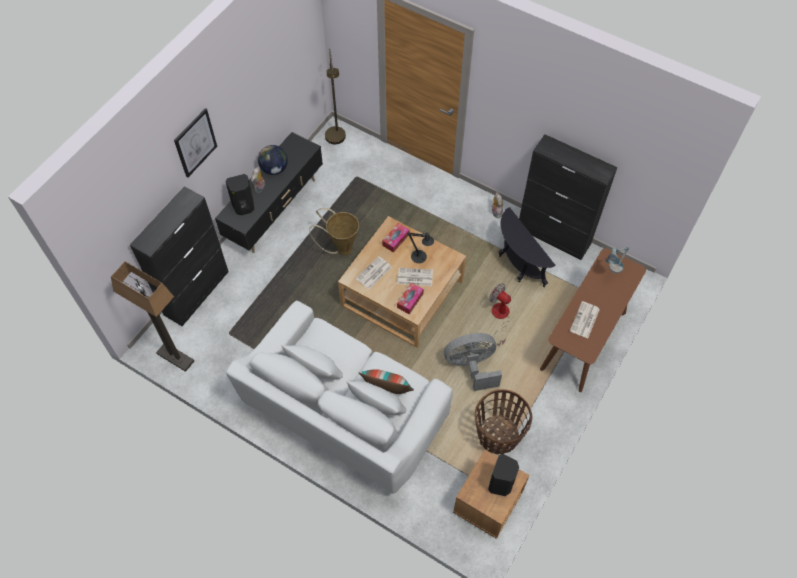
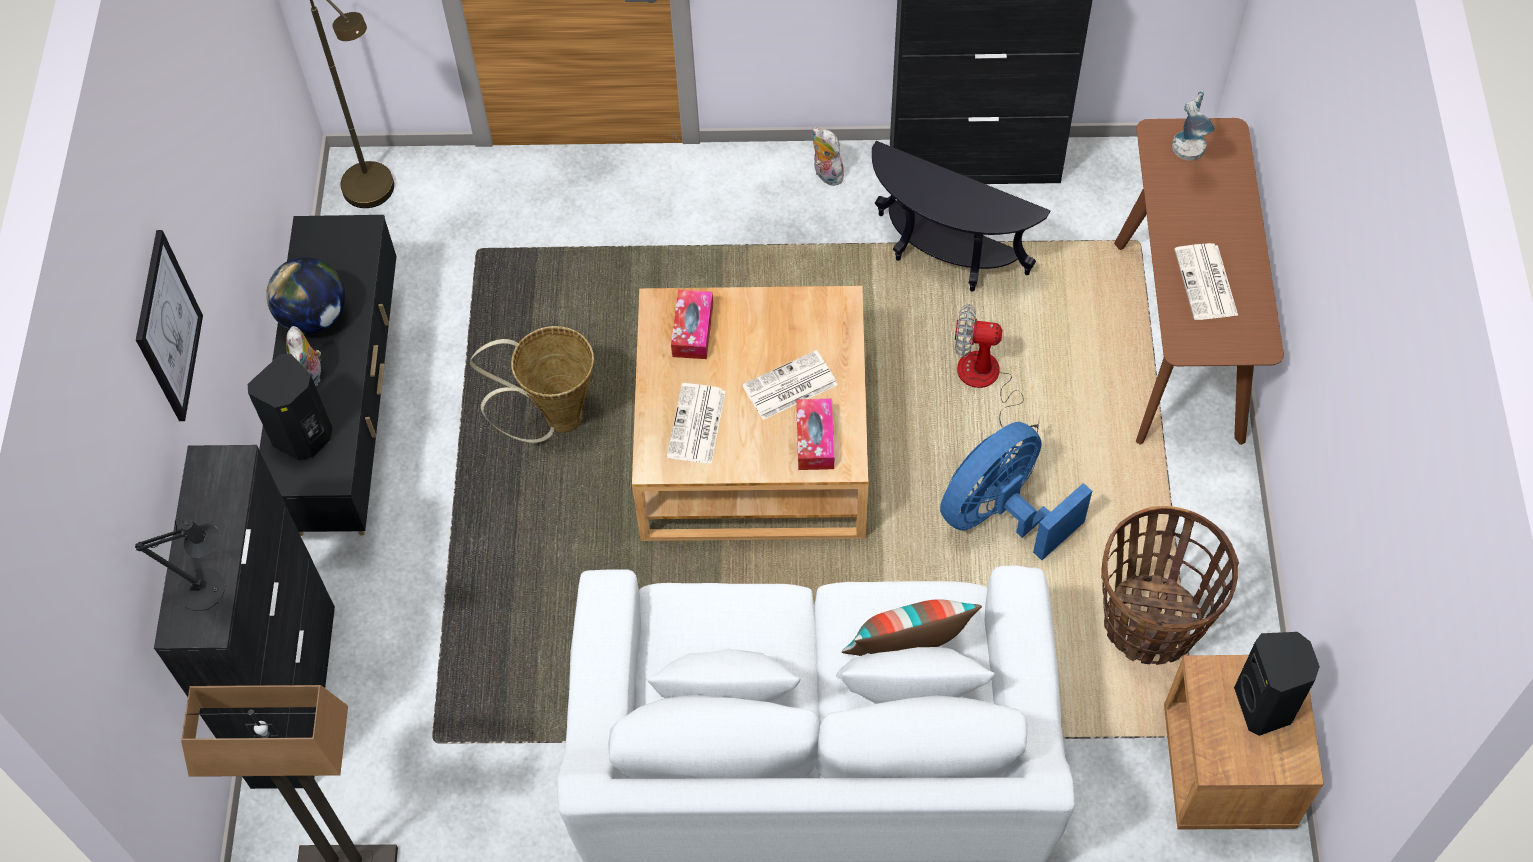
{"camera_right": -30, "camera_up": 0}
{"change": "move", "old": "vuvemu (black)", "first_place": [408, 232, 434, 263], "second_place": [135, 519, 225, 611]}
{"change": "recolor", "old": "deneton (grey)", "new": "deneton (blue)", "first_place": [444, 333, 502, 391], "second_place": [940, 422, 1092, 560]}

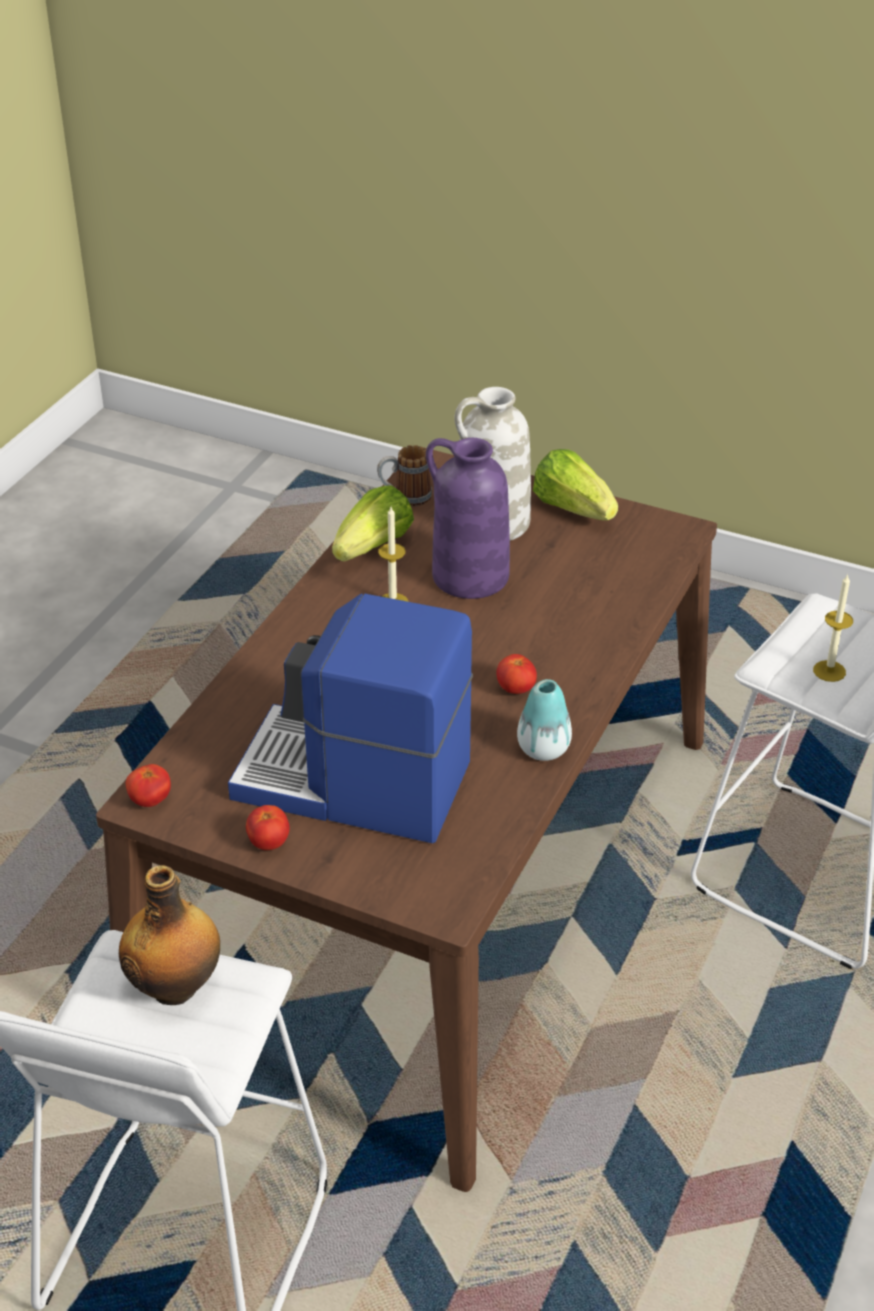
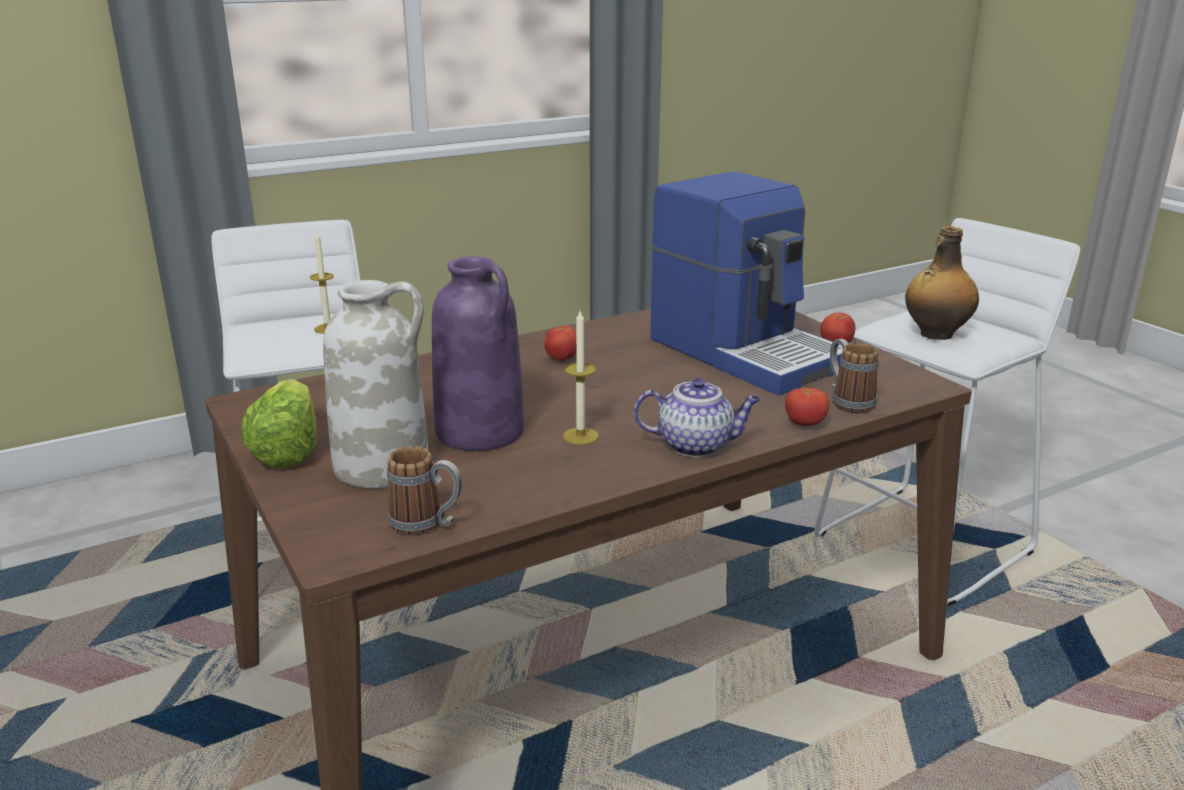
{"camera_right": -145, "camera_up": -15}
{"change": "delete", "old": "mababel", "first_place": [332, 485, 414, 561]}
{"change": "delete", "old": "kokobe", "first_place": [517, 679, 572, 761]}
{"change": "move", "old": "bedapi", "first_place": [126, 764, 171, 807], "second_place": [785, 388, 829, 426]}
{"change": "insert", "new": "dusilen", "second_place": [830, 338, 879, 413]}
{"change": "insert", "new": "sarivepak", "second_place": [634, 378, 761, 457]}

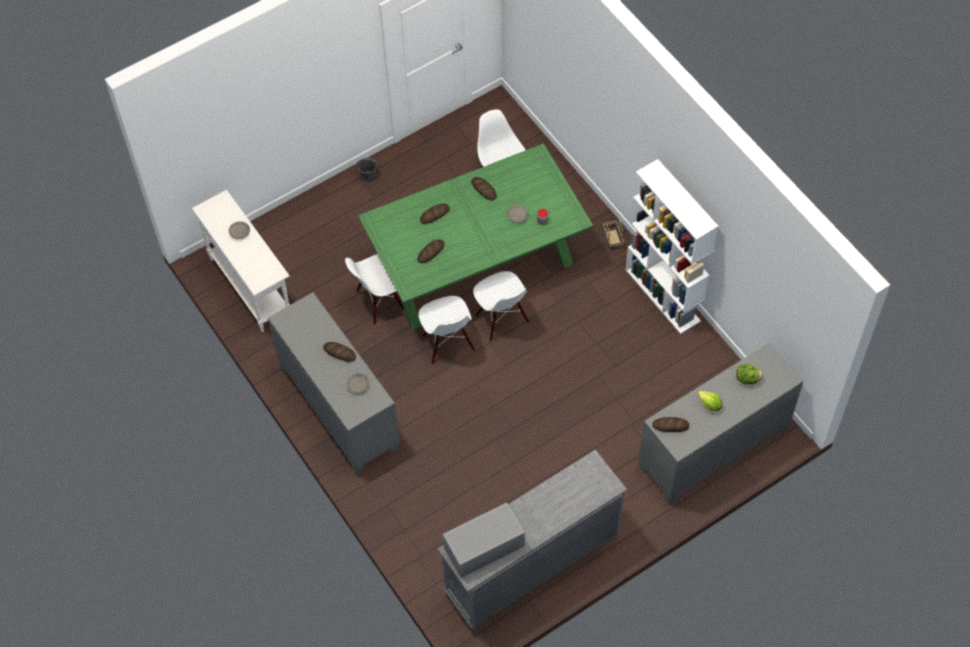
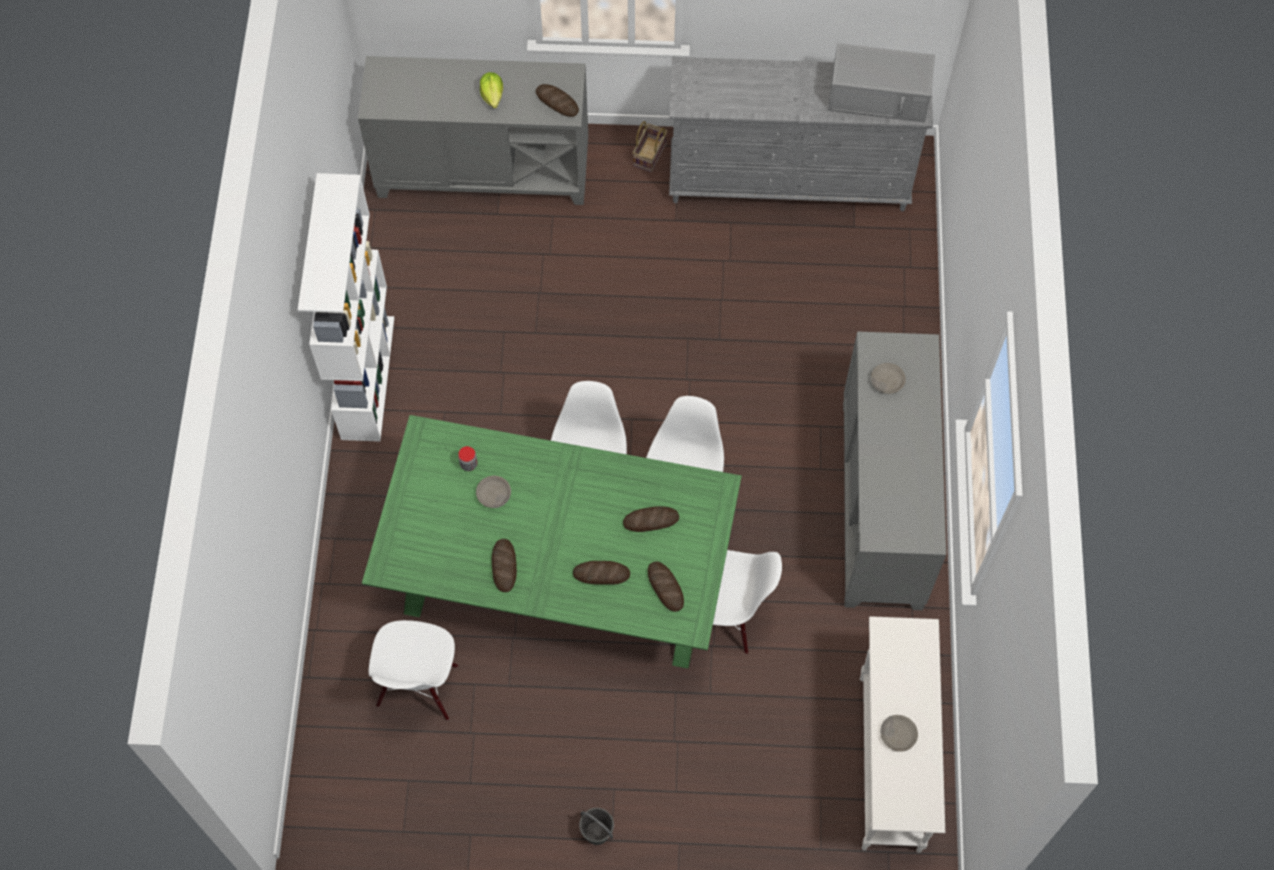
{"camera_right": -145, "camera_up": 5}
{"change": "move", "old": "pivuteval", "first_place": [603, 220, 624, 253], "second_place": [632, 121, 667, 172]}
{"change": "move", "old": "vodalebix", "first_place": [323, 342, 356, 362], "second_place": [648, 562, 684, 612]}
{"change": "delete", "old": "mababel", "first_place": [736, 364, 763, 384]}

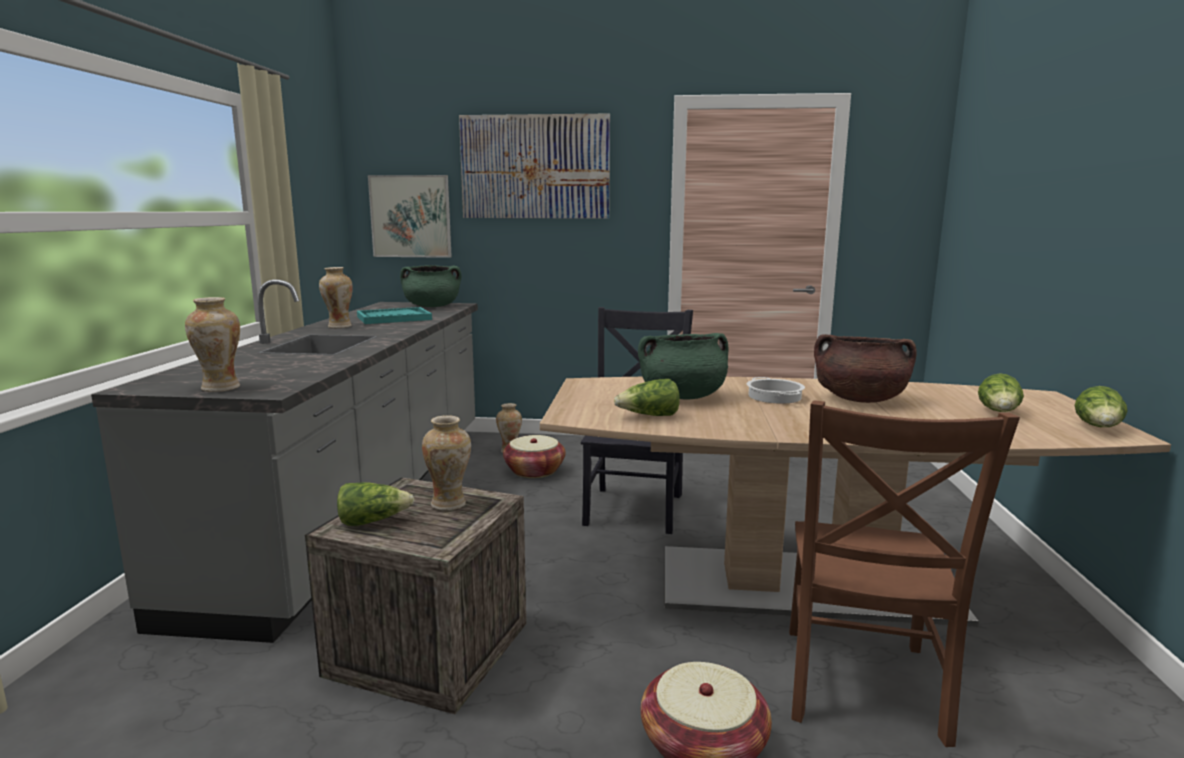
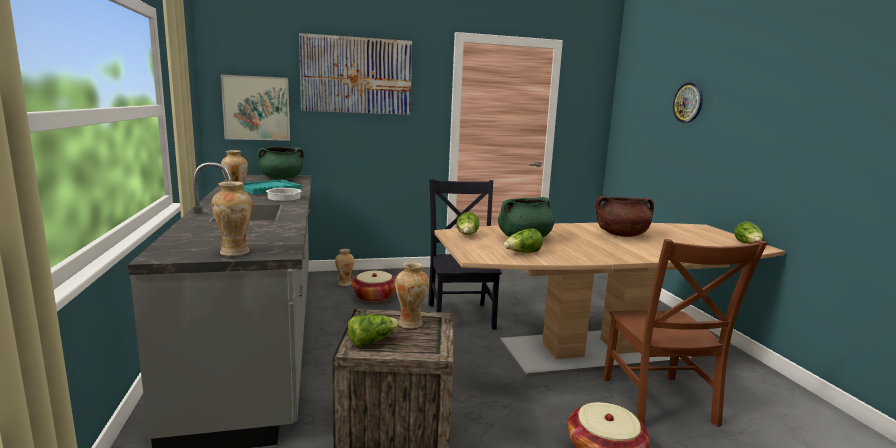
{"camera_right": -20, "camera_up": 0}
{"change": "move", "old": "mababel", "first_place": [978, 373, 1024, 412], "second_place": [456, 212, 479, 235]}
{"change": "move", "old": "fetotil", "first_place": [747, 377, 805, 404], "second_place": [266, 187, 302, 201]}
{"change": "insert", "new": "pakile", "second_place": [673, 82, 703, 123]}

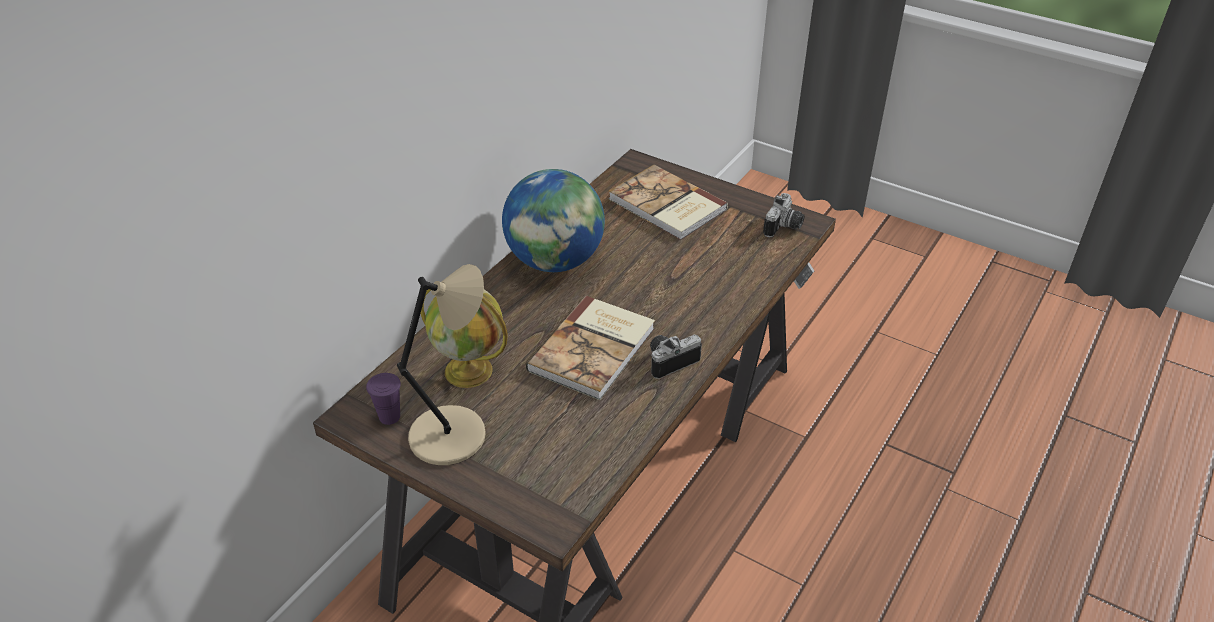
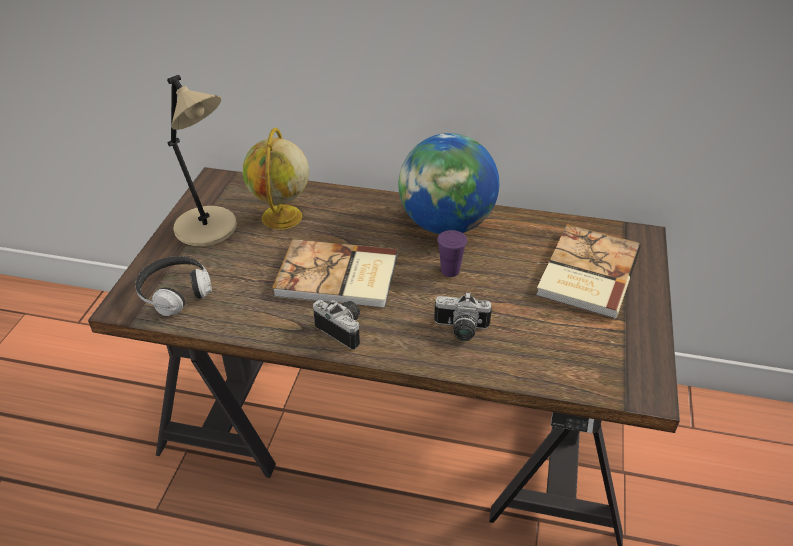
{"camera_right": 70, "camera_up": 0}
{"change": "move", "old": "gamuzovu", "first_place": [763, 193, 805, 238], "second_place": [434, 292, 492, 341]}
{"change": "move", "old": "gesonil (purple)", "first_place": [366, 373, 401, 425], "second_place": [437, 230, 467, 277]}
{"change": "insert", "new": "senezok", "second_place": [135, 257, 212, 316]}

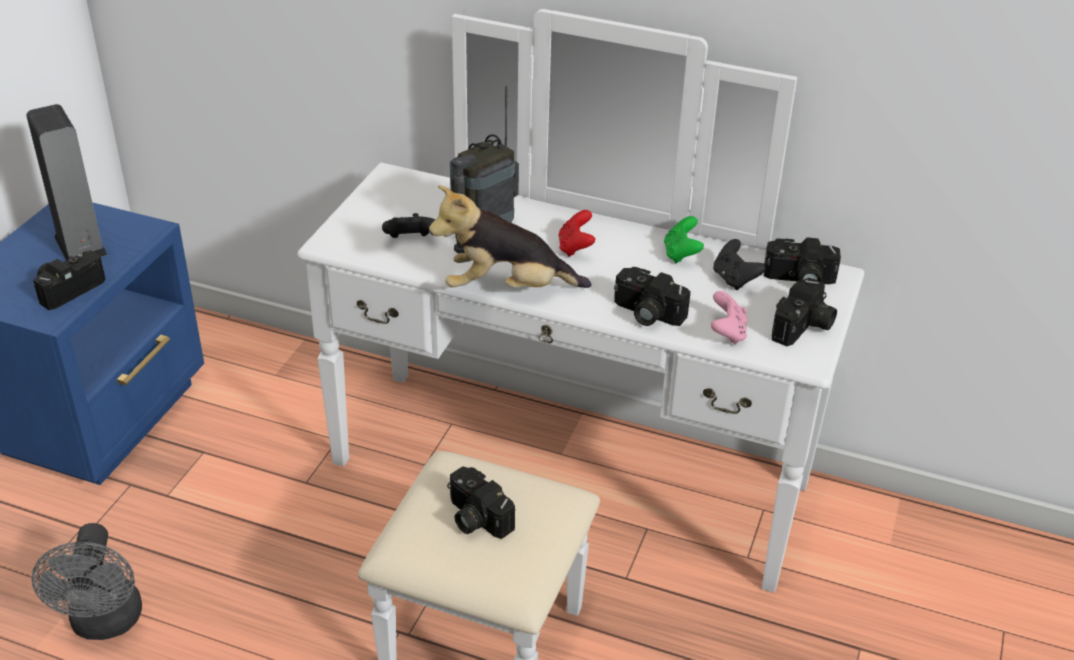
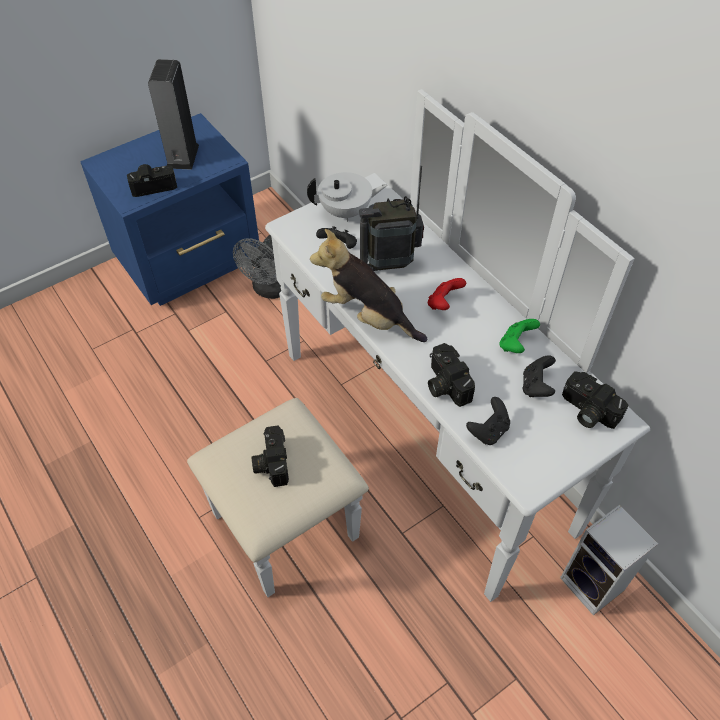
{"camera_right": 35, "camera_up": 15}
{"change": "delete", "old": "gamuzovu", "first_place": [772, 278, 837, 346]}
{"change": "recolor", "old": "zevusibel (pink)", "new": "zevusibel (black)", "first_place": [711, 291, 747, 345], "second_place": [466, 397, 510, 445]}
{"change": "move", "old": "deneton (grey)", "first_place": [32, 523, 142, 640], "second_place": [233, 234, 281, 299]}
{"change": "insert", "new": "sarivepak (white)", "second_place": [307, 172, 387, 222]}
{"change": "insert", "new": "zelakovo", "second_place": [560, 505, 658, 615]}

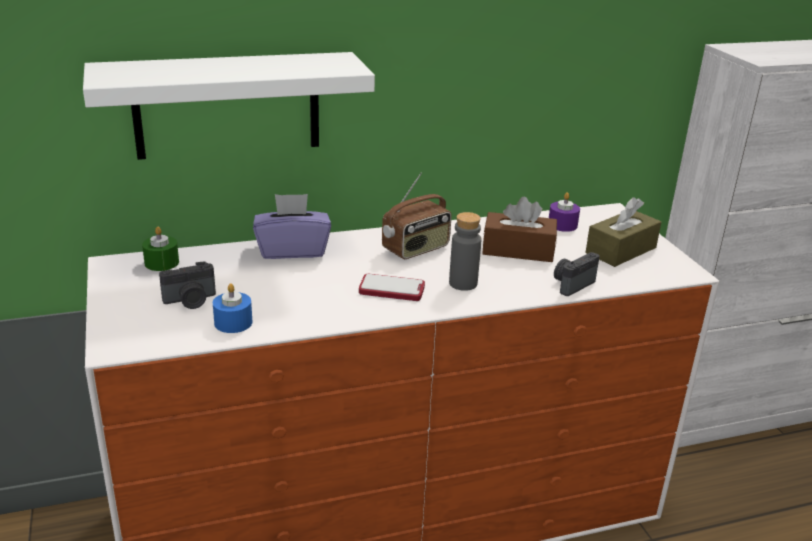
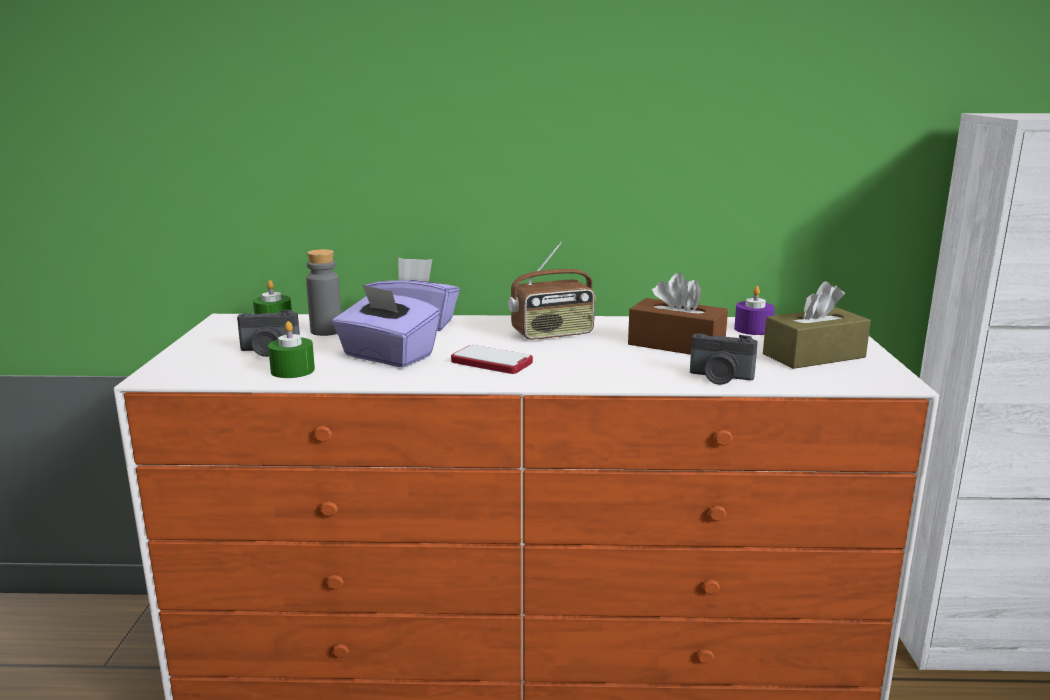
{"camera_right": 20, "camera_up": -10}
{"change": "delete", "old": "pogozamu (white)", "first_place": [83, 52, 375, 160]}
{"change": "move", "old": "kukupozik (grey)", "first_place": [449, 212, 482, 291], "second_place": [306, 249, 341, 336]}
{"change": "rotate", "old": "gamuzovu", "first_place": [554, 252, 600, 296], "second_place": [690, 333, 758, 385], "degrees": -135}
{"change": "recolor", "old": "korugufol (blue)", "new": "korugufol (green)", "first_place": [213, 283, 252, 333], "second_place": [268, 321, 315, 378]}
{"change": "insert", "new": "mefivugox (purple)", "second_place": [332, 284, 440, 368]}

